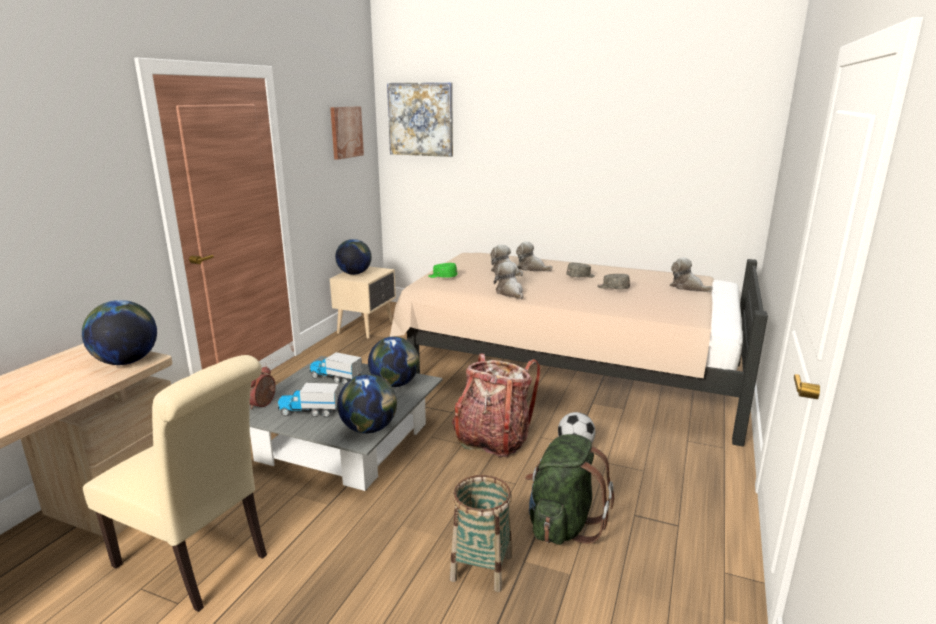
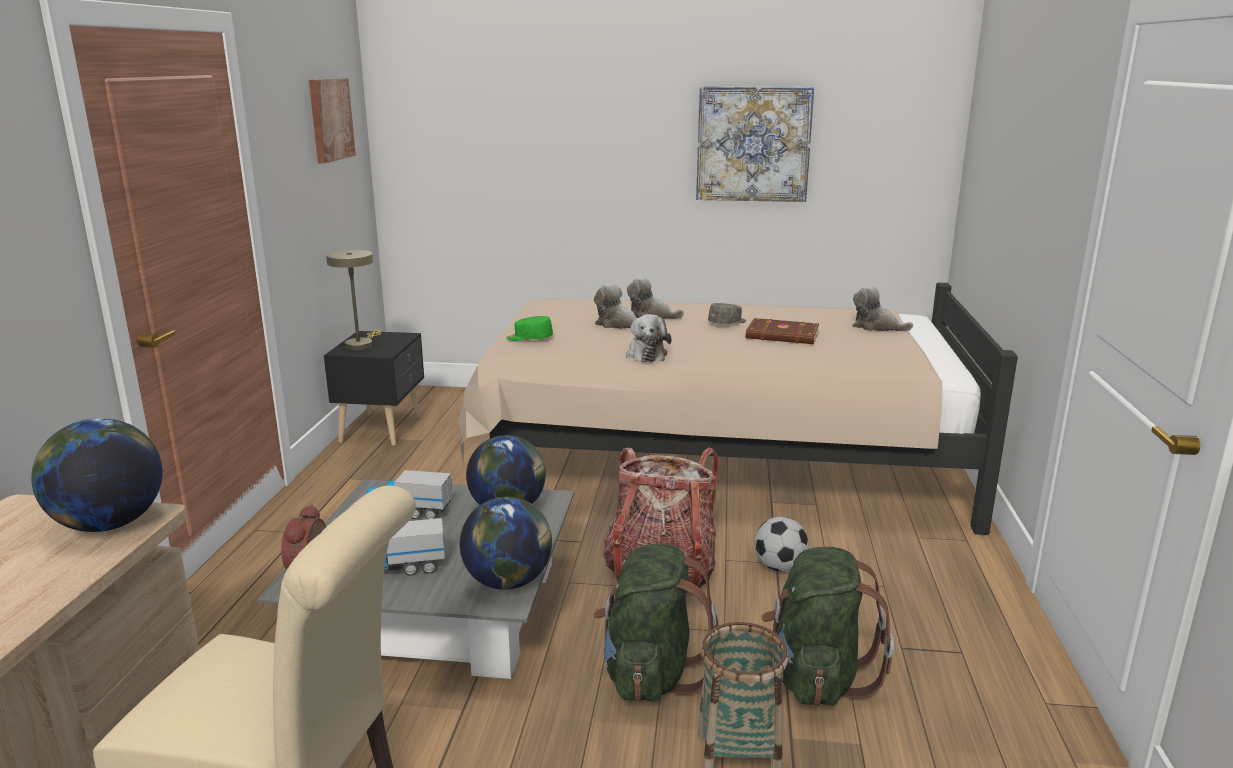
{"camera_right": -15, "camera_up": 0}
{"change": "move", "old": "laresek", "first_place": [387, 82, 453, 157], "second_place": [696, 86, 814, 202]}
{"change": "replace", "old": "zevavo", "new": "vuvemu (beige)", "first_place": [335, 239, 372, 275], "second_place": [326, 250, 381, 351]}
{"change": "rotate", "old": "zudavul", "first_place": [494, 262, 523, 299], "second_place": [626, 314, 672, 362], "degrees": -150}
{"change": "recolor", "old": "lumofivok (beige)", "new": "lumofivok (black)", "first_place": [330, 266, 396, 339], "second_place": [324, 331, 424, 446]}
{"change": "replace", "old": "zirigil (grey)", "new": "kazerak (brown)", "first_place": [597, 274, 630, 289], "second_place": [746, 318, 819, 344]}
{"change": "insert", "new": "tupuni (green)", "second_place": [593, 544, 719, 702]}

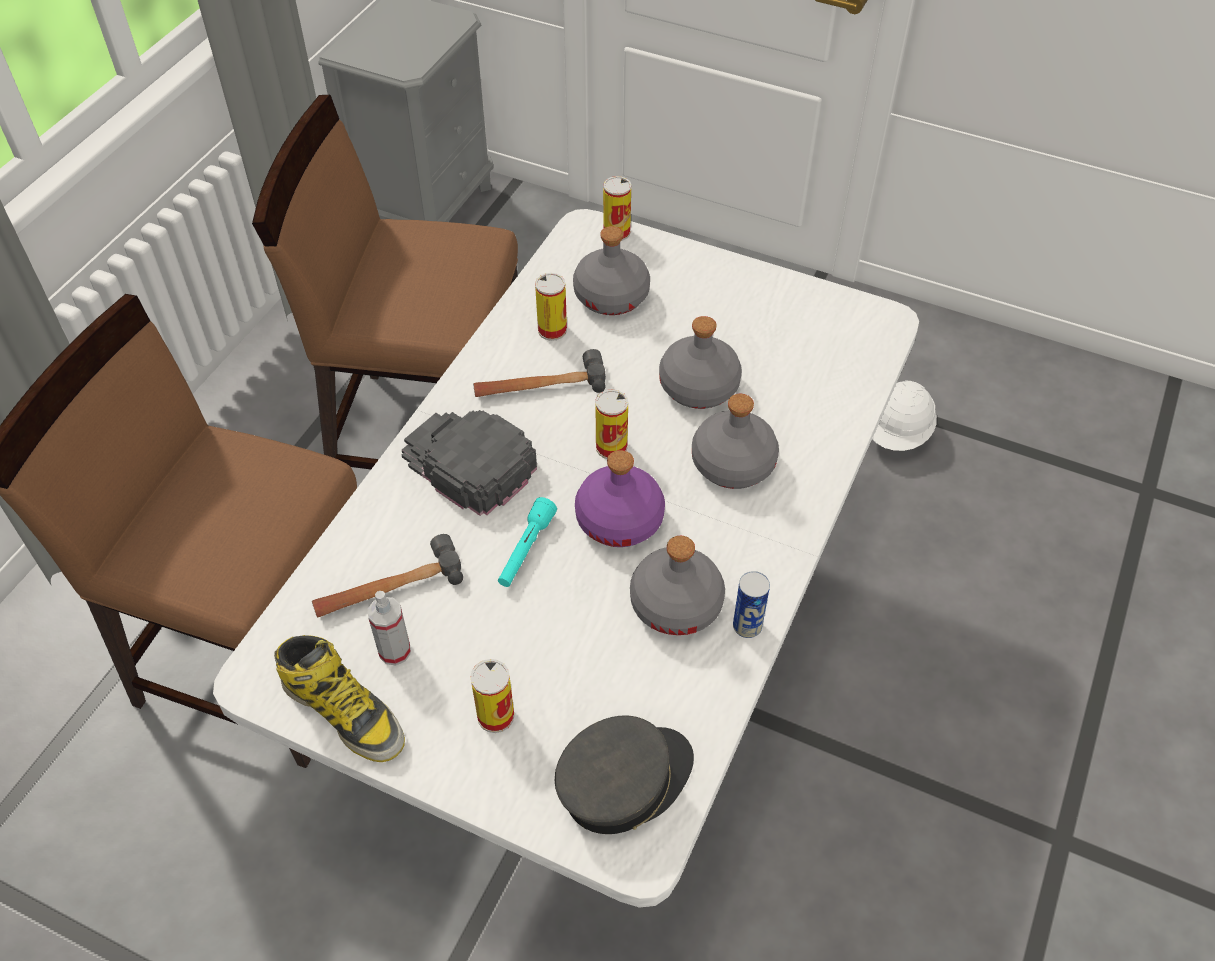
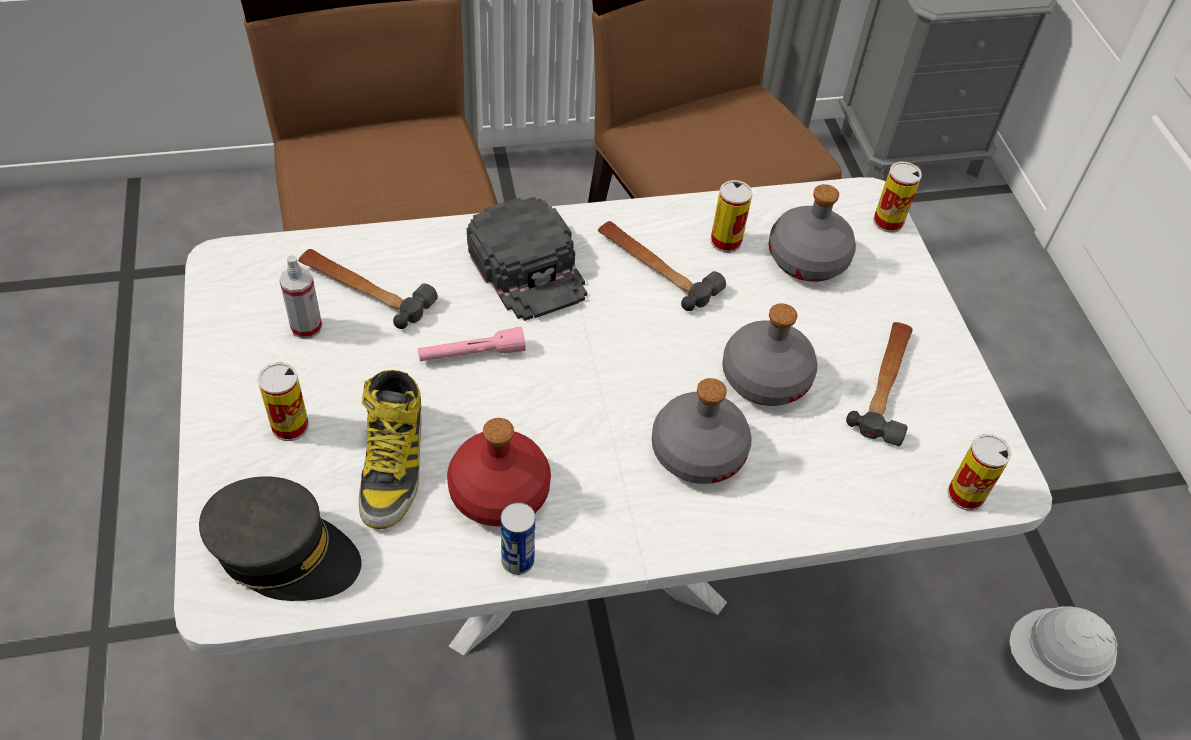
{"camera_right": 50, "camera_up": 0}
{"change": "move", "old": "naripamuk", "first_place": [595, 389, 628, 459], "second_place": [947, 434, 1012, 511]}
{"change": "rotate", "old": "zirigil (black)", "first_place": [402, 410, 537, 516], "second_place": [467, 197, 587, 321], "degrees": 150}
{"change": "delete", "old": "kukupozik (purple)", "first_place": [575, 450, 665, 547]}
{"change": "recolor", "old": "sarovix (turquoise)", "new": "sarovix (pink)", "first_place": [498, 497, 557, 587], "second_place": [418, 327, 526, 361]}
{"change": "recolor", "old": "kukupozik (grey)", "new": "kukupozik (red)", "first_place": [630, 536, 725, 635], "second_place": [447, 418, 551, 526]}
{"change": "move", "old": "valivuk", "first_place": [274, 635, 405, 762], "second_place": [359, 370, 422, 529]}
{"change": "insert", "new": "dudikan", "second_place": [846, 322, 913, 446]}

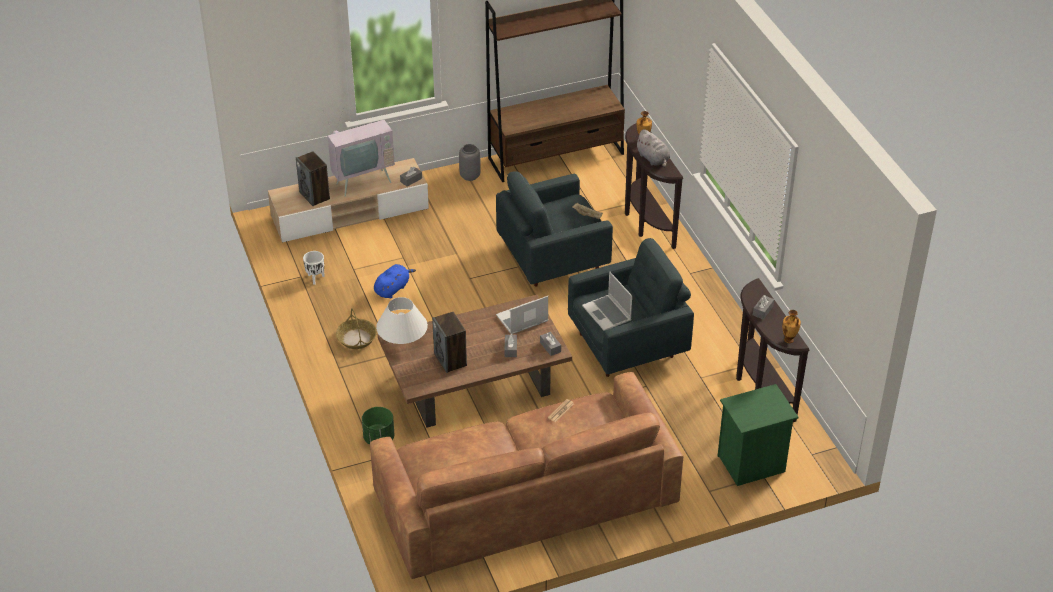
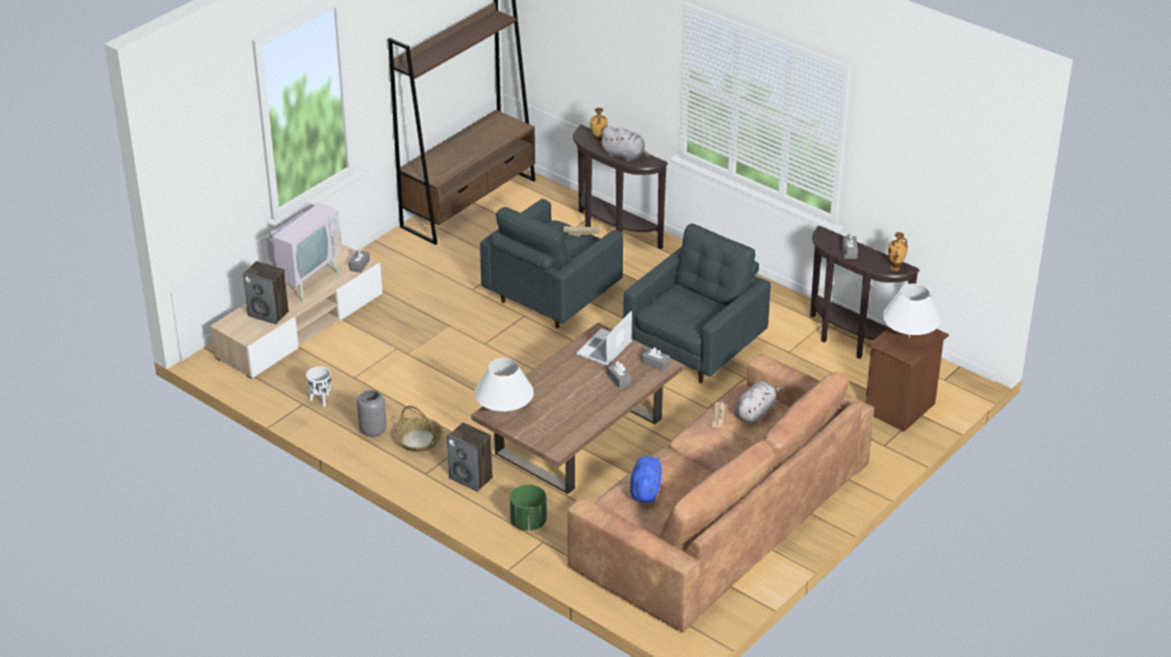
{"camera_right": -30, "camera_up": -5}
{"change": "move", "old": "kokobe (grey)", "first_place": [459, 144, 481, 181], "second_place": [357, 389, 387, 437]}
{"change": "move", "old": "zudavul (blue)", "first_place": [374, 264, 416, 298], "second_place": [630, 456, 662, 503]}
{"change": "delete", "old": "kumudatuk", "first_place": [582, 272, 632, 331]}
{"change": "move", "old": "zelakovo", "first_place": [432, 312, 467, 373], "second_place": [447, 422, 493, 492]}
{"change": "recolor", "old": "lumofivok (green)", "new": "lumofivok (brown)", "first_place": [717, 384, 799, 486], "second_place": [866, 327, 949, 432]}
{"change": "insert", "new": "vuvemu (white)", "second_place": [883, 284, 941, 337]}
{"change": "insert", "new": "zudavul (grey)", "second_place": [735, 381, 783, 424]}

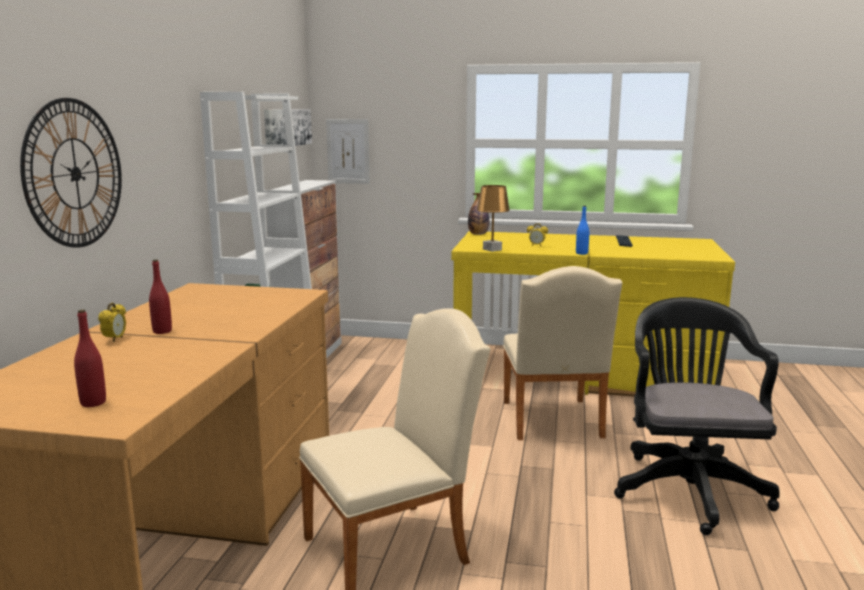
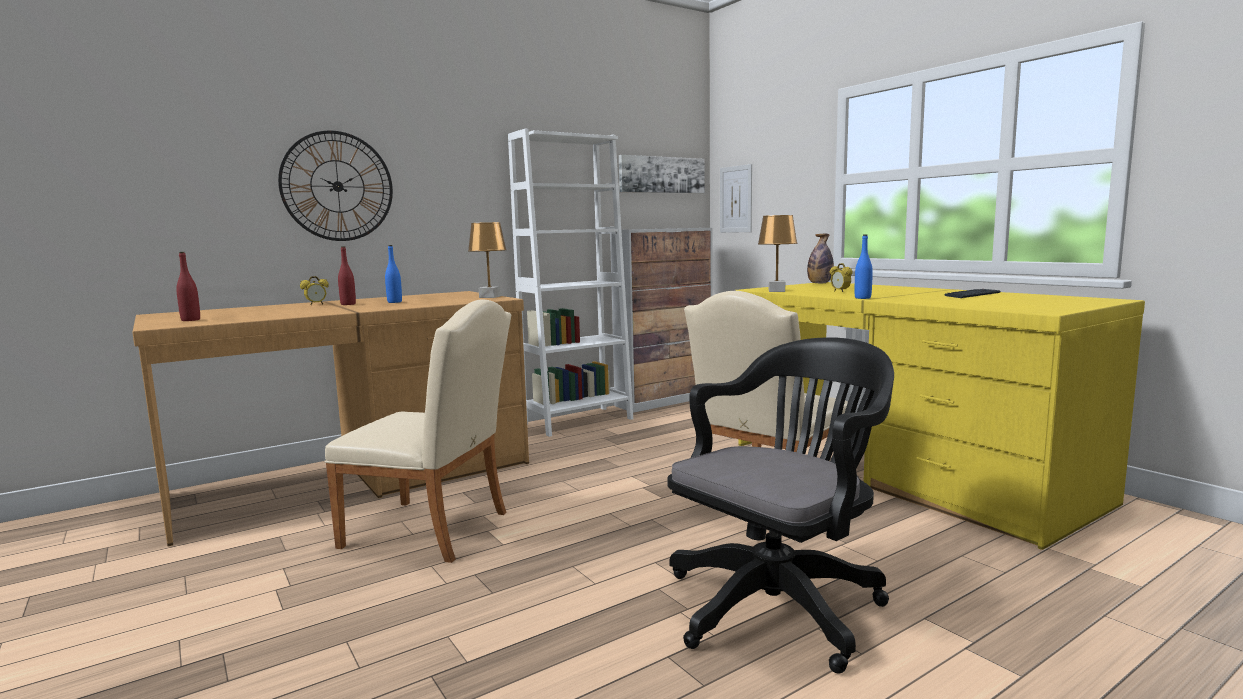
{"camera_right": 45, "camera_up": -5}
{"change": "insert", "new": "vuvemu (brown)", "second_place": [468, 222, 507, 298]}
{"change": "insert", "new": "kukupozik (blue)", "second_place": [385, 245, 402, 303]}

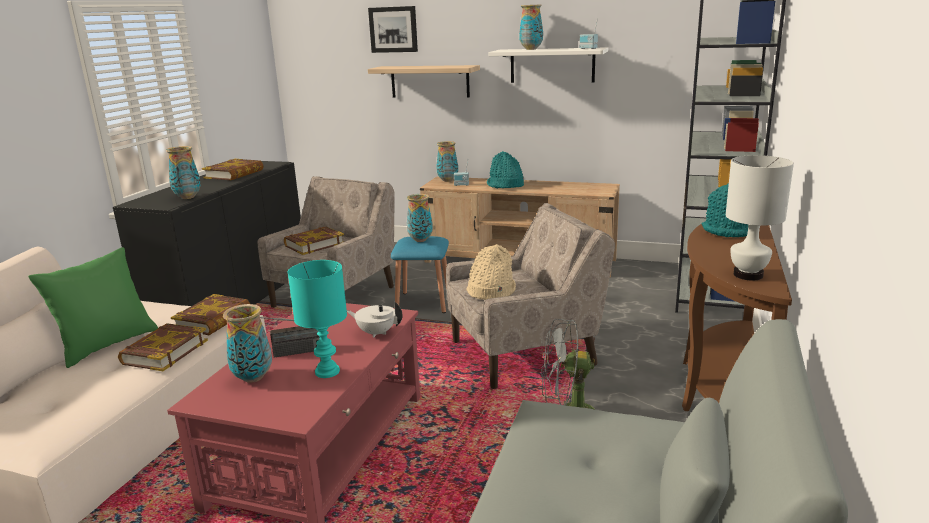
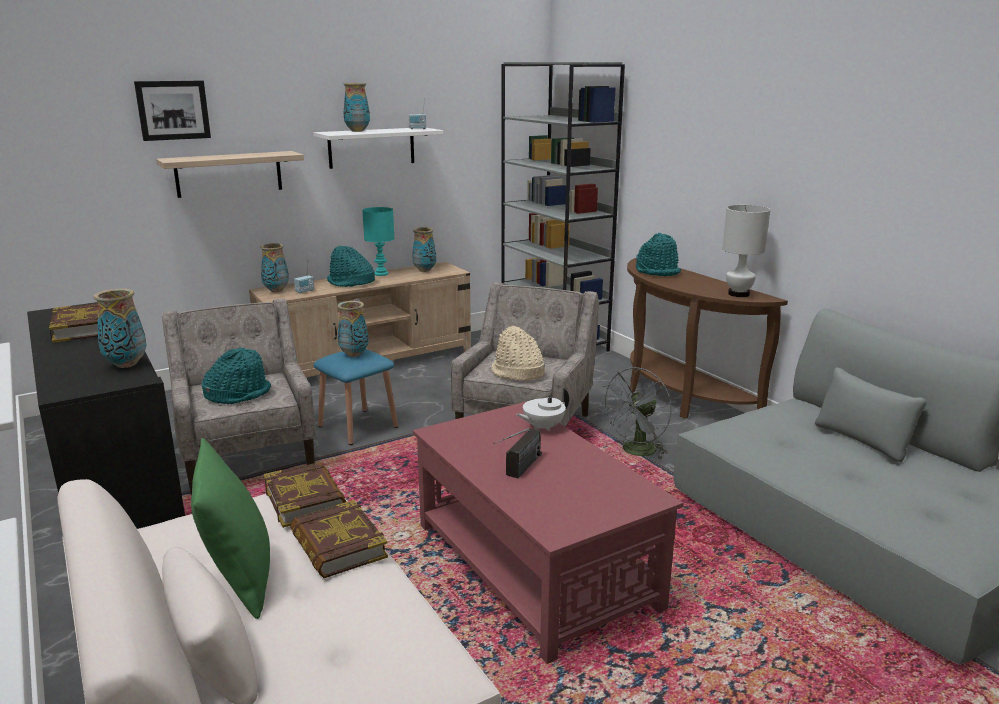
{"camera_right": -50, "camera_up": 0}
{"change": "replace", "old": "kazerak", "new": "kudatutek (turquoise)", "first_place": [284, 227, 344, 255], "second_place": [201, 347, 271, 404]}
{"change": "move", "old": "vuvemu (turquoise)", "first_place": [288, 260, 347, 378], "second_place": [362, 207, 394, 276]}
{"change": "move", "old": "kokobe", "first_place": [223, 304, 272, 383], "second_place": [412, 227, 436, 272]}

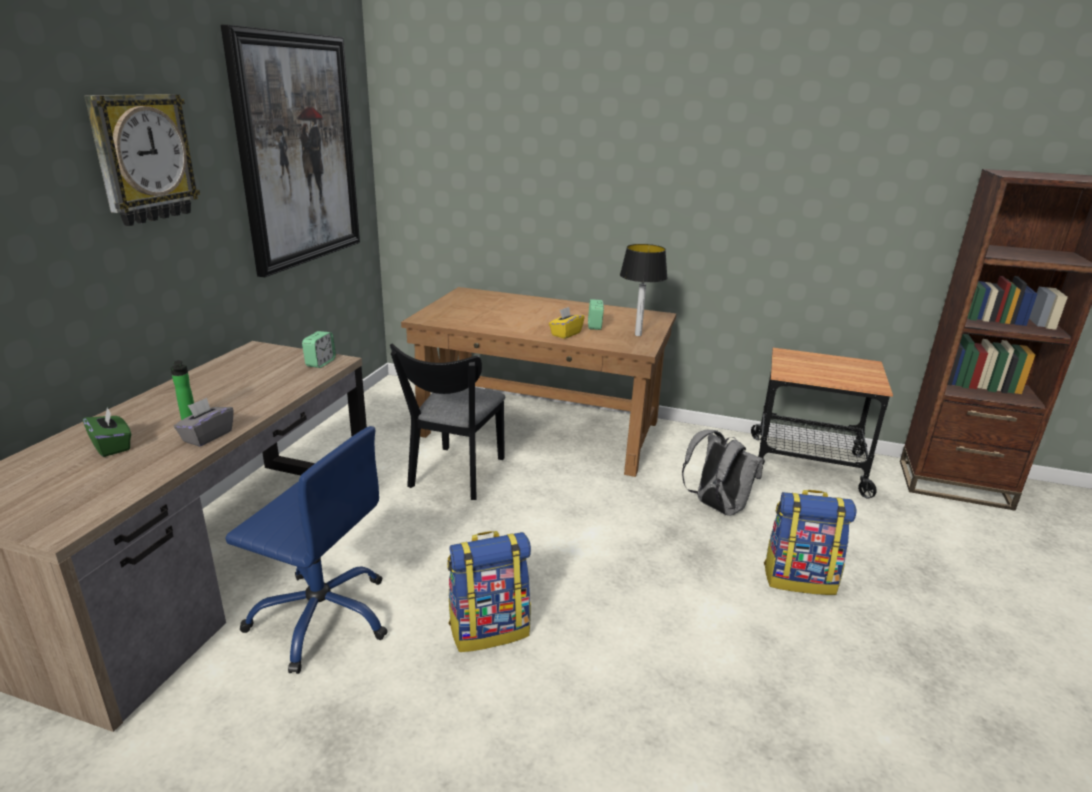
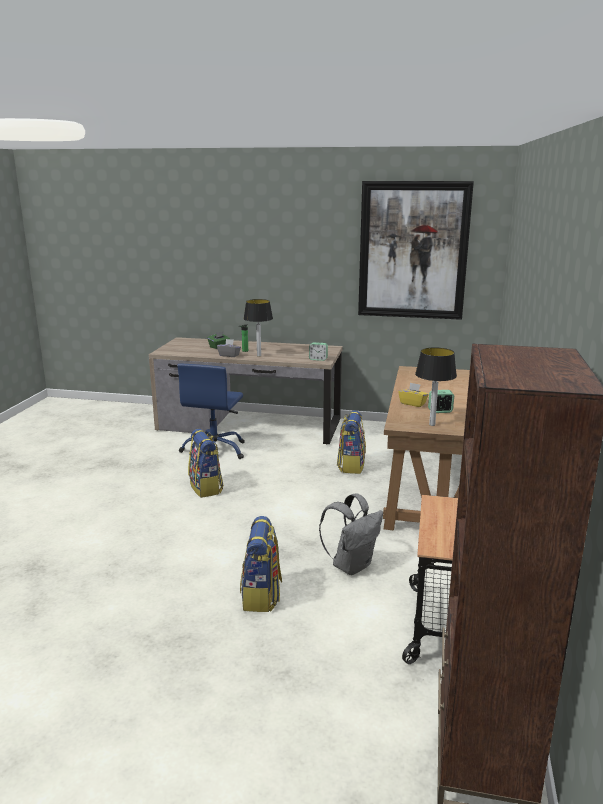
{"camera_right": 85, "camera_up": -5}
{"change": "delete", "old": "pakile", "first_place": [84, 94, 200, 226]}
{"change": "replace", "old": "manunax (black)", "new": "tupuni", "first_place": [390, 344, 505, 500], "second_place": [337, 410, 366, 474]}
{"change": "insert", "new": "vuvemu", "second_place": [244, 299, 273, 357]}

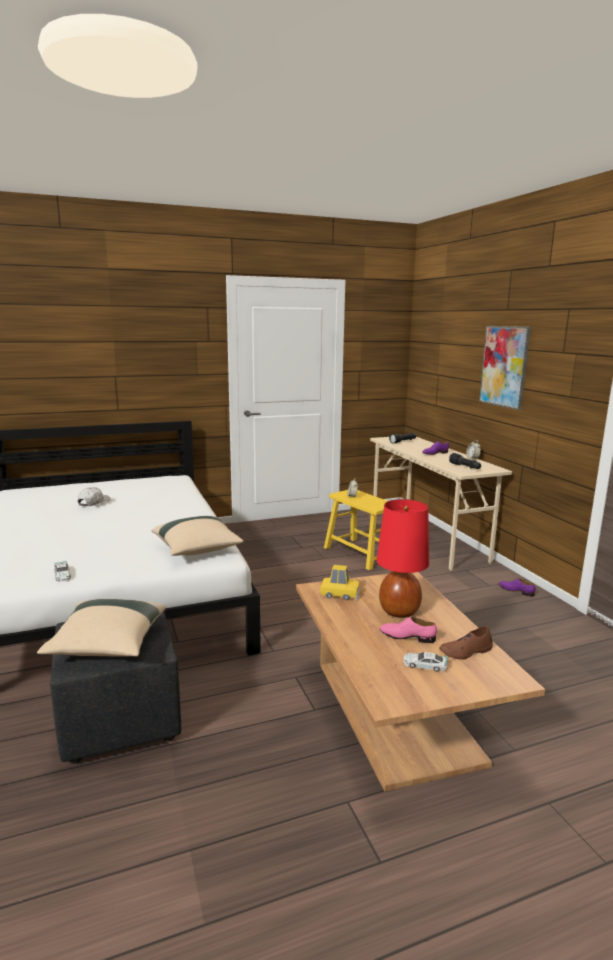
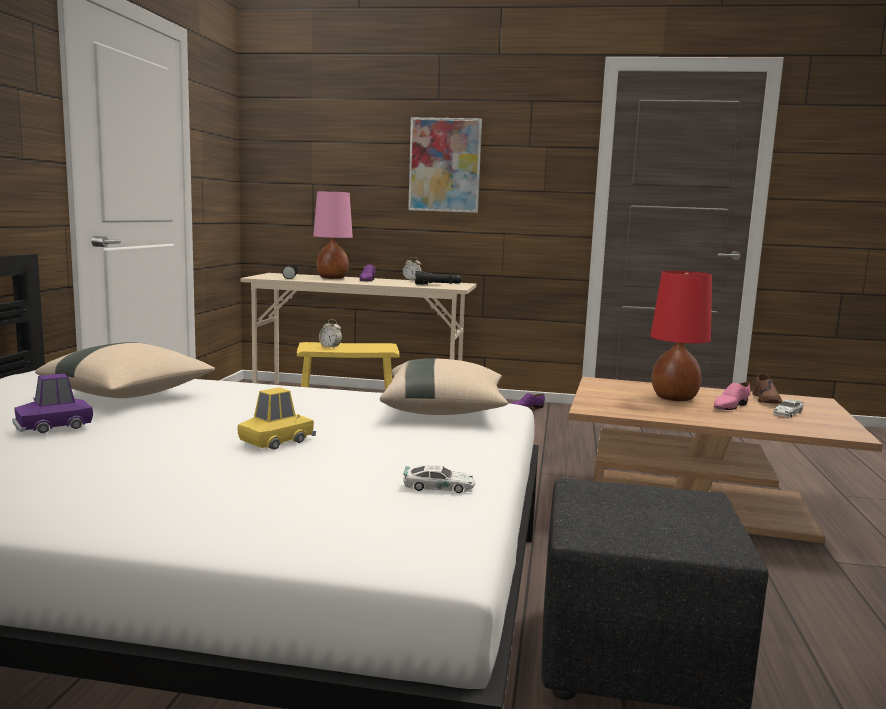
{"camera_right": -60, "camera_up": -5}
{"change": "replace", "old": "zirigil (white)", "new": "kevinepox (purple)", "first_place": [78, 487, 111, 506], "second_place": [12, 373, 93, 433]}
{"change": "move", "old": "kevinepox (yellow)", "first_place": [320, 565, 360, 600], "second_place": [238, 387, 316, 450]}
{"change": "move", "old": "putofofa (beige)", "first_place": [37, 599, 166, 657], "second_place": [35, 342, 215, 398]}
{"change": "insert", "new": "vuvemu (pink)", "second_place": [313, 191, 353, 279]}

